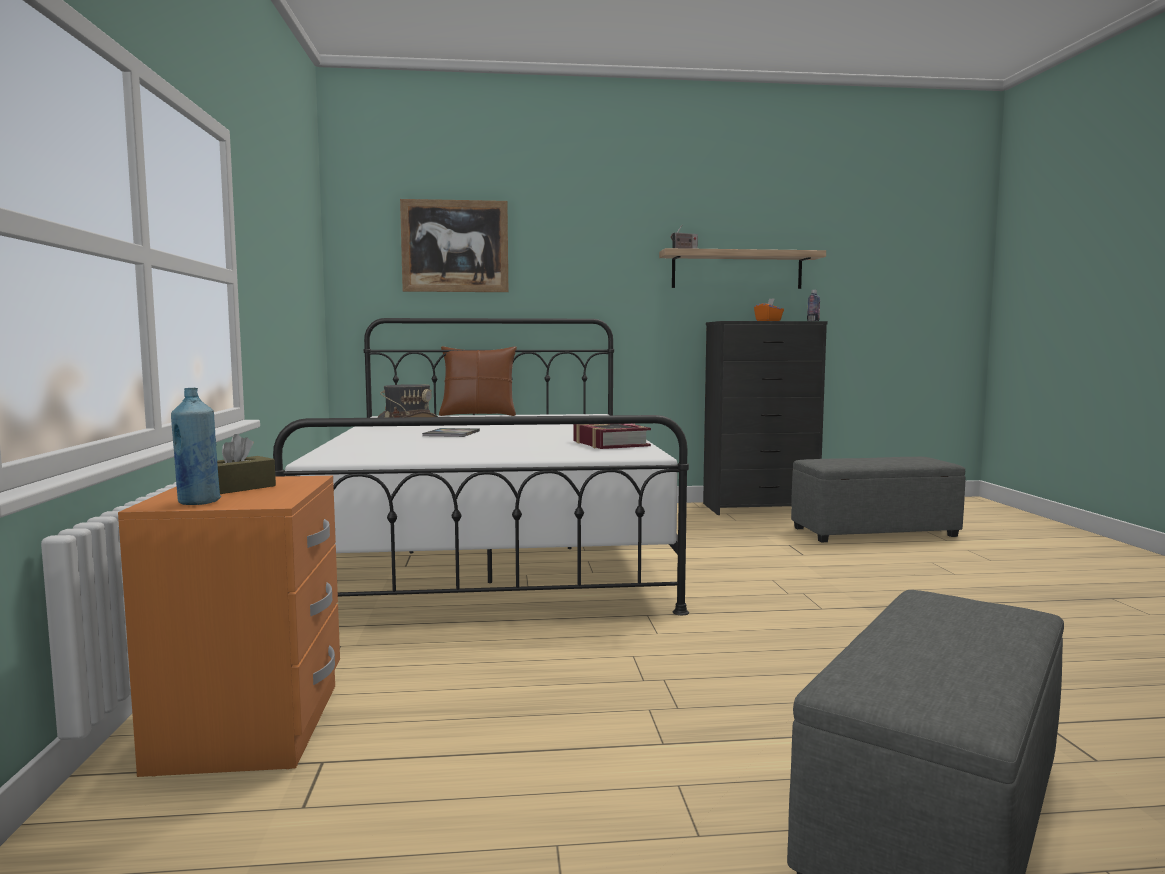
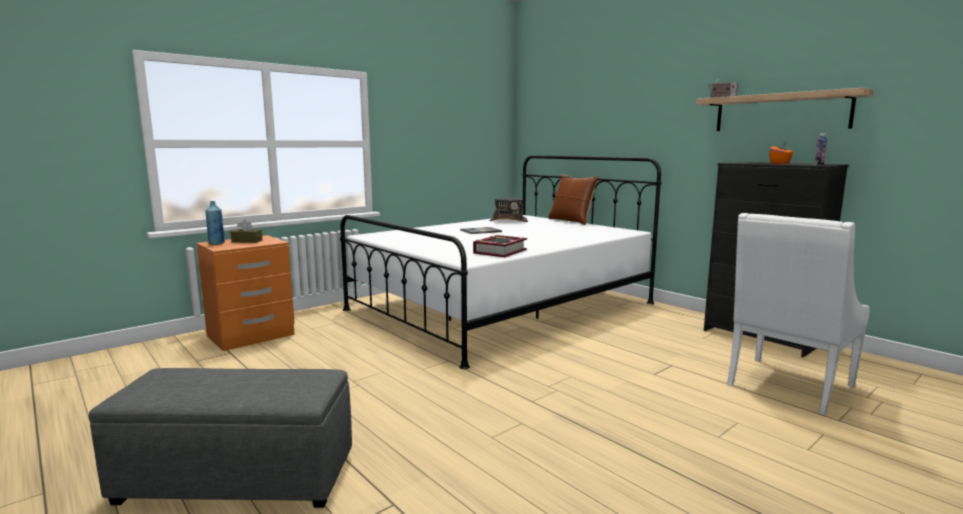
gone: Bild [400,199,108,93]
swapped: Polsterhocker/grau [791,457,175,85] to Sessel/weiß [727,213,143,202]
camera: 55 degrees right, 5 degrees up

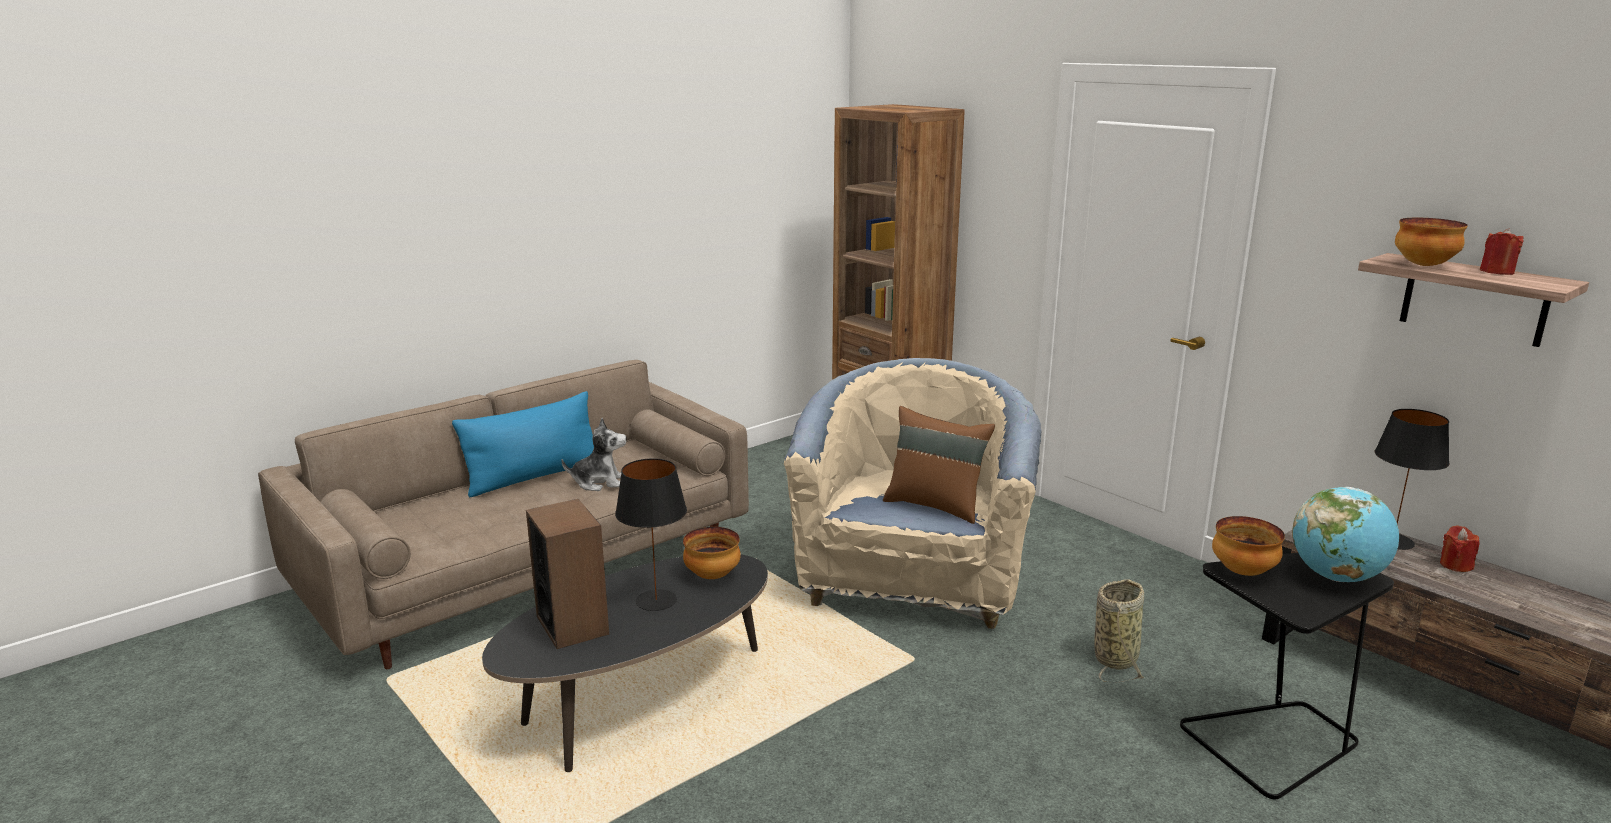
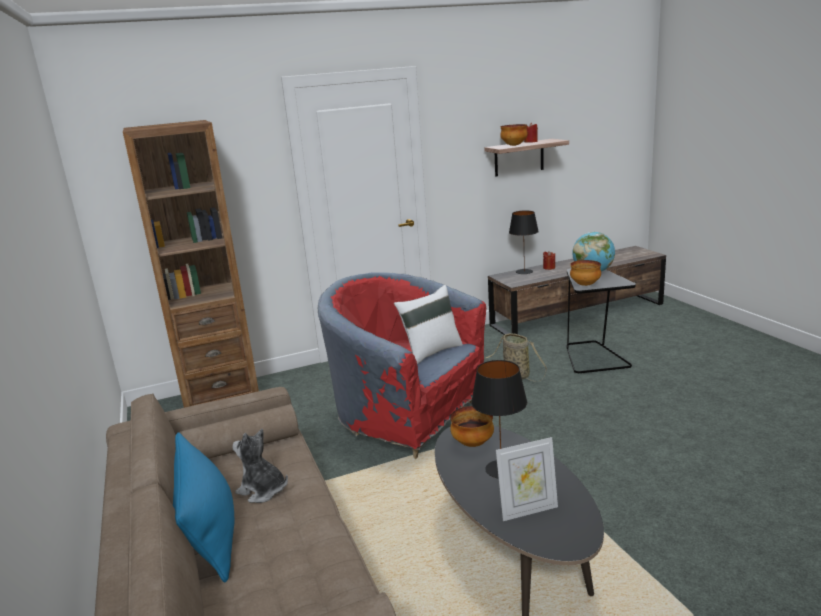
swapped: Lautsprecher [526,499,83,150] to Bilderrahmen [496,437,62,84]
repainted: Sessel/beige [784,358,258,271] to Sessel/rot [318,272,168,187]; Kissen/braun [883,406,112,118] to Kissen/weiß [394,285,69,80]
rotated: Plüschtier [561,418,66,73] = [232,429,56,74] 75 degrees counterclockwise
camera: 70 degrees left, 0 degrees up

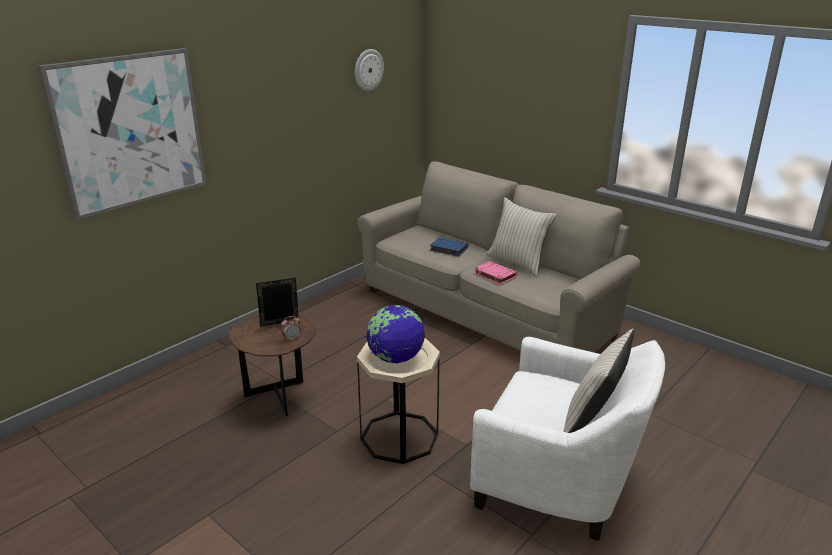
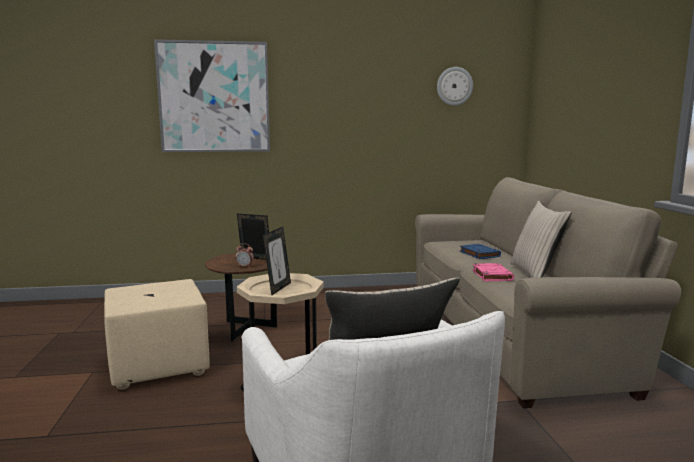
new: Polsterhocker/beige [104,279,106,111]
swapped: Globus [367,305,58,58] to Bilderrahmen [263,227,28,68]
camera: 40 degrees right, 15 degrees down

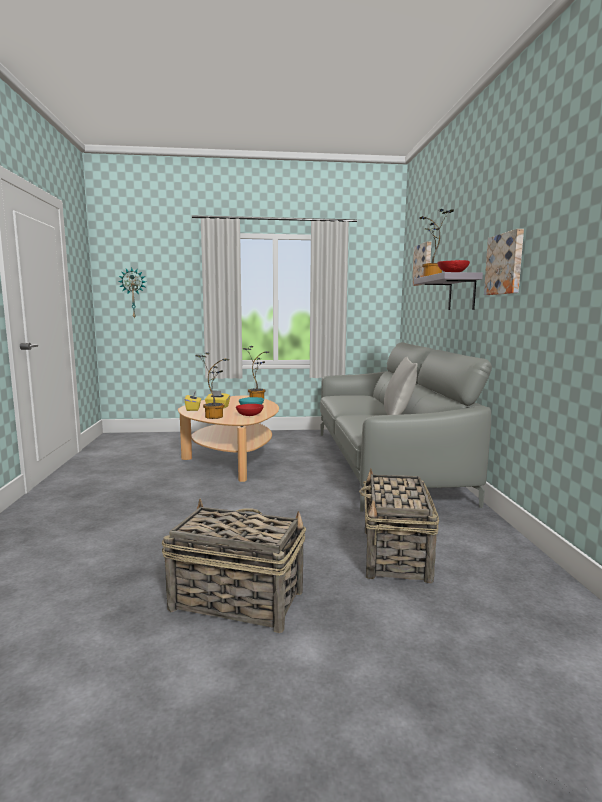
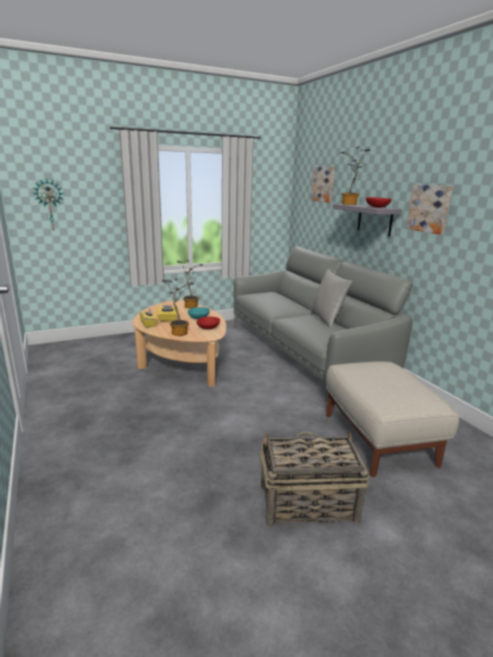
swapped: Korb [359,469,80,114] to Polsterhocker/beige [326,361,134,116]
camera: 20 degrees left, 10 degrees up

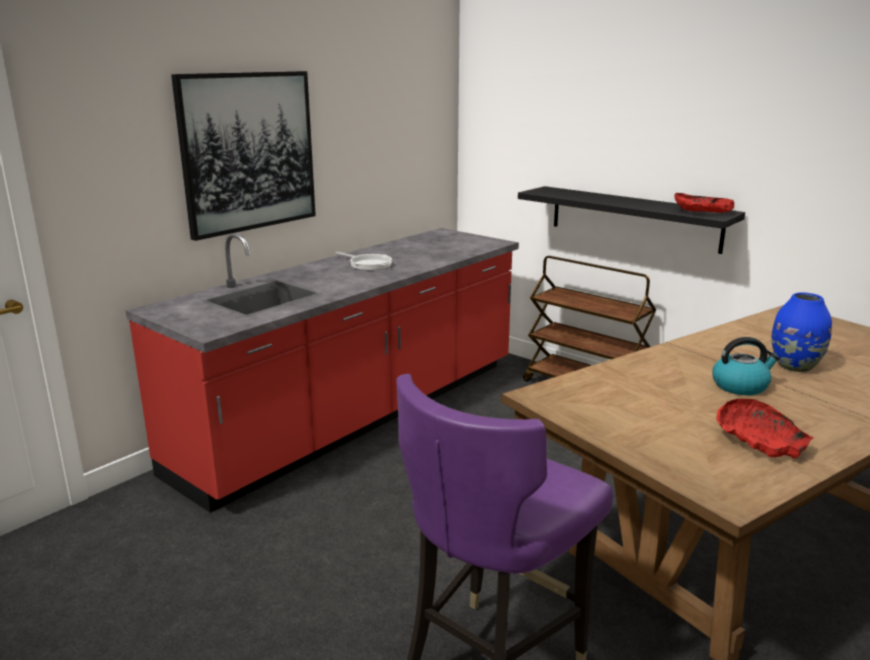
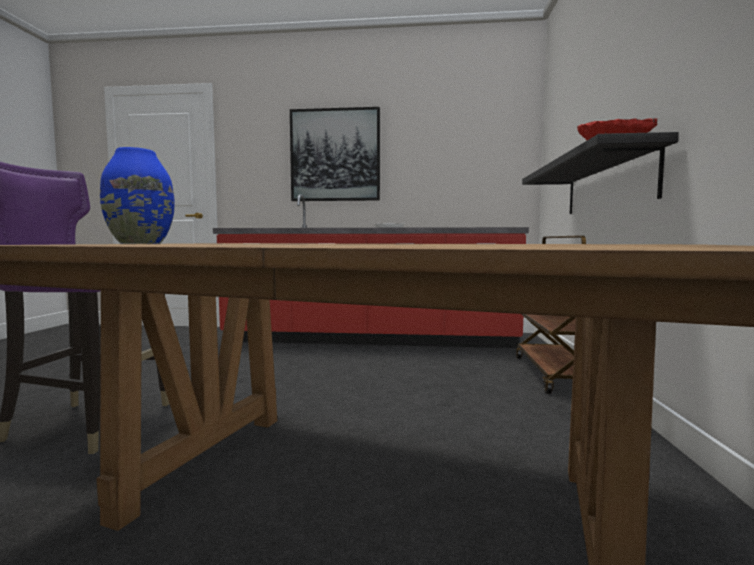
gone: Wasserkessel [712,337,68,58]; Schüssel/rot [716,399,98,59]
shifted: Vase/blau [772,292,60,80] to [100,147,75,97]
camera: 55 degrees right, 15 degrees down

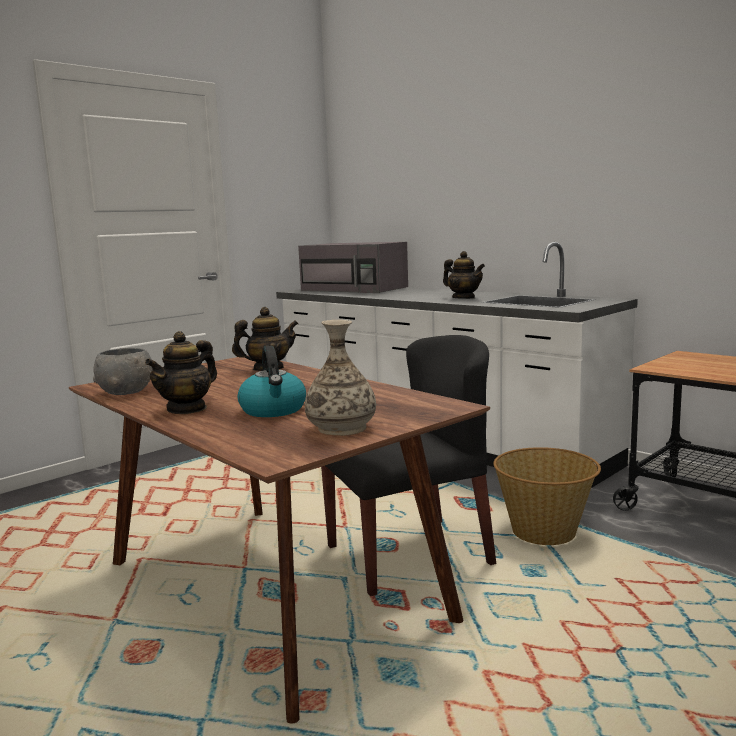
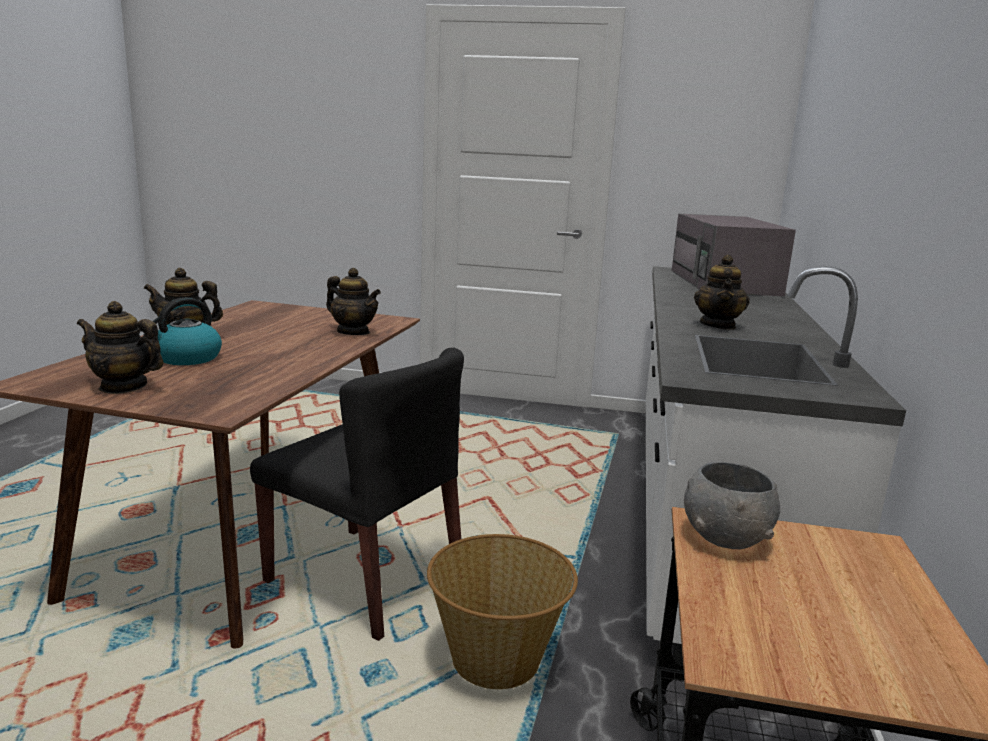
shifted: Schüssel/grau [93,348,60,47] to [684,462,96,87]
swapped: Vase [305,320,71,116] to Teekanne [77,301,86,93]
camera: 55 degrees right, 5 degrees up

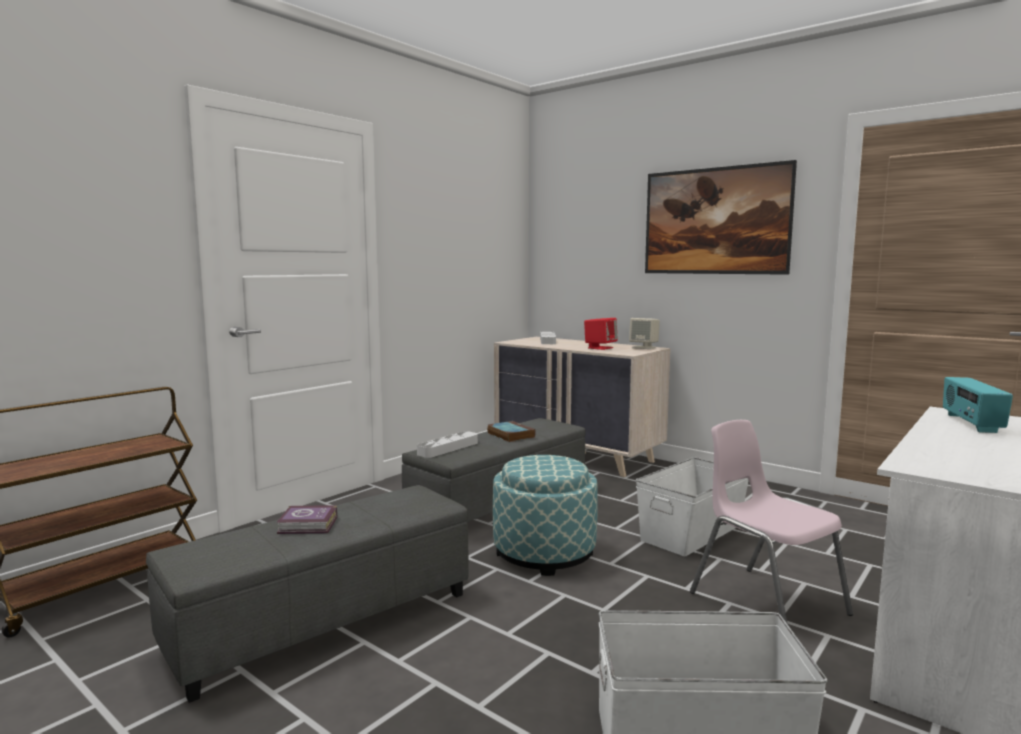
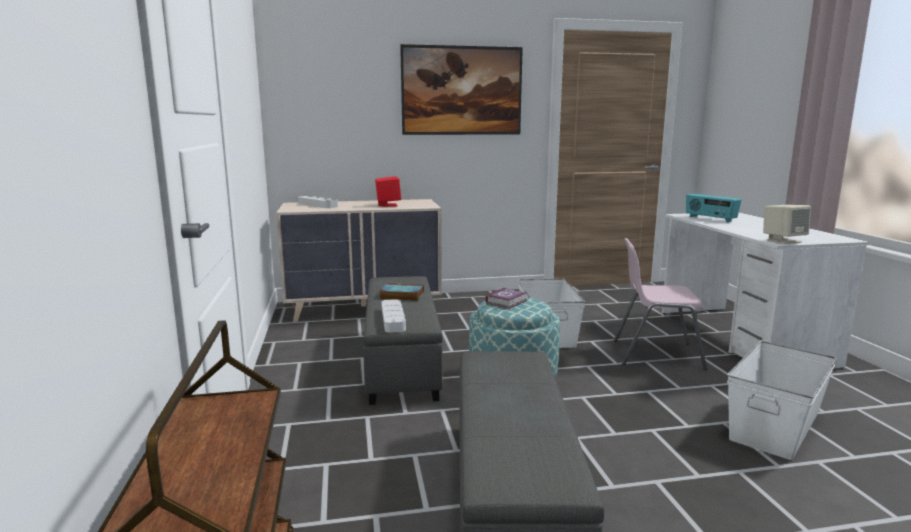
shifted: Buch [276,505,61,29] to [485,288,42,21]; Lautsprecher/beige [629,318,31,31] to [763,205,48,39]
camera: 50 degrees left, 5 degrees up

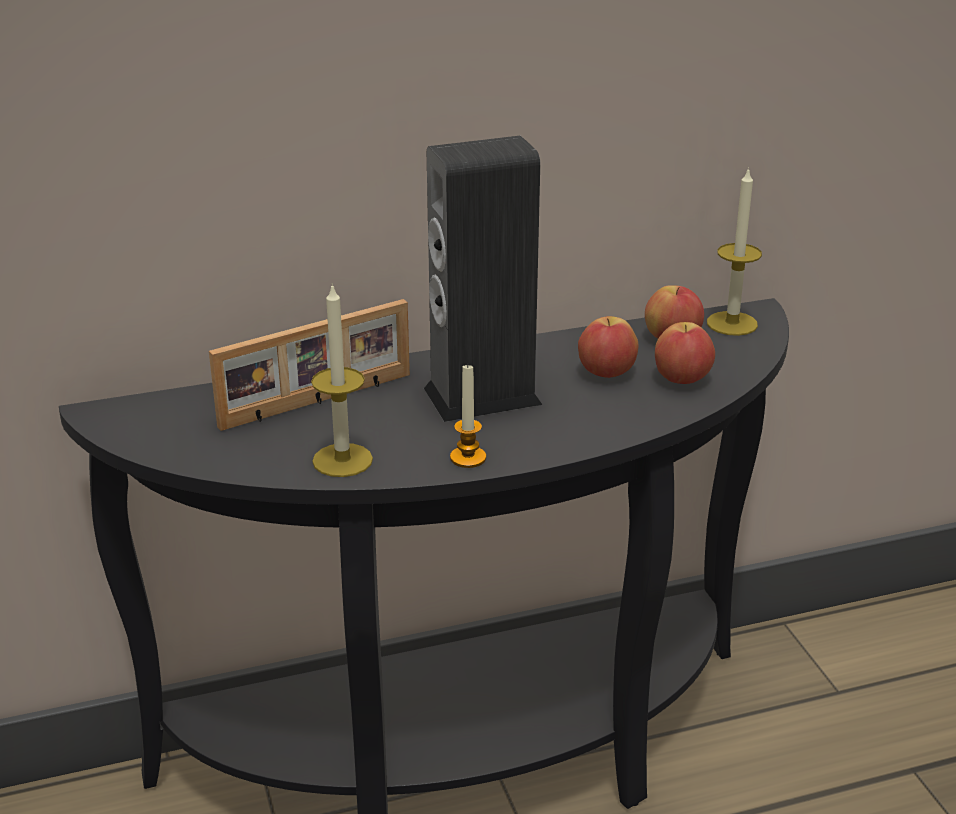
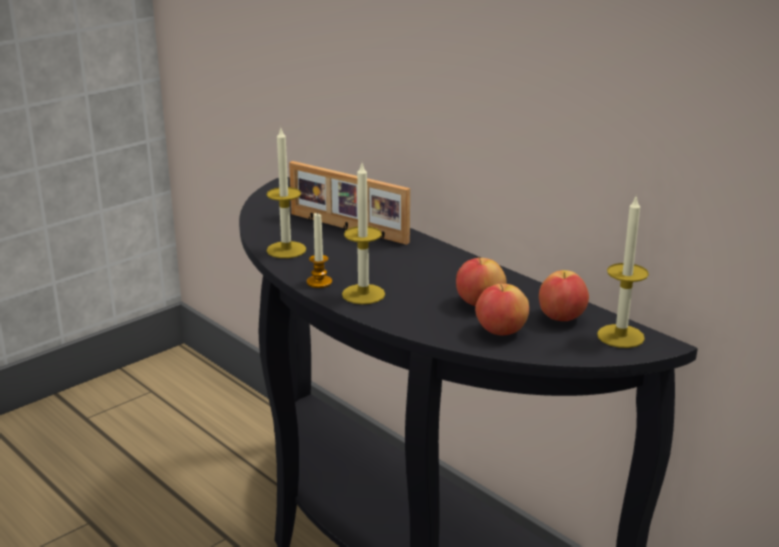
gone: Lautsprecher [424,136,118,286]
new: Kerze [342,163,43,141]
camera: 65 degrees right, 5 degrees down

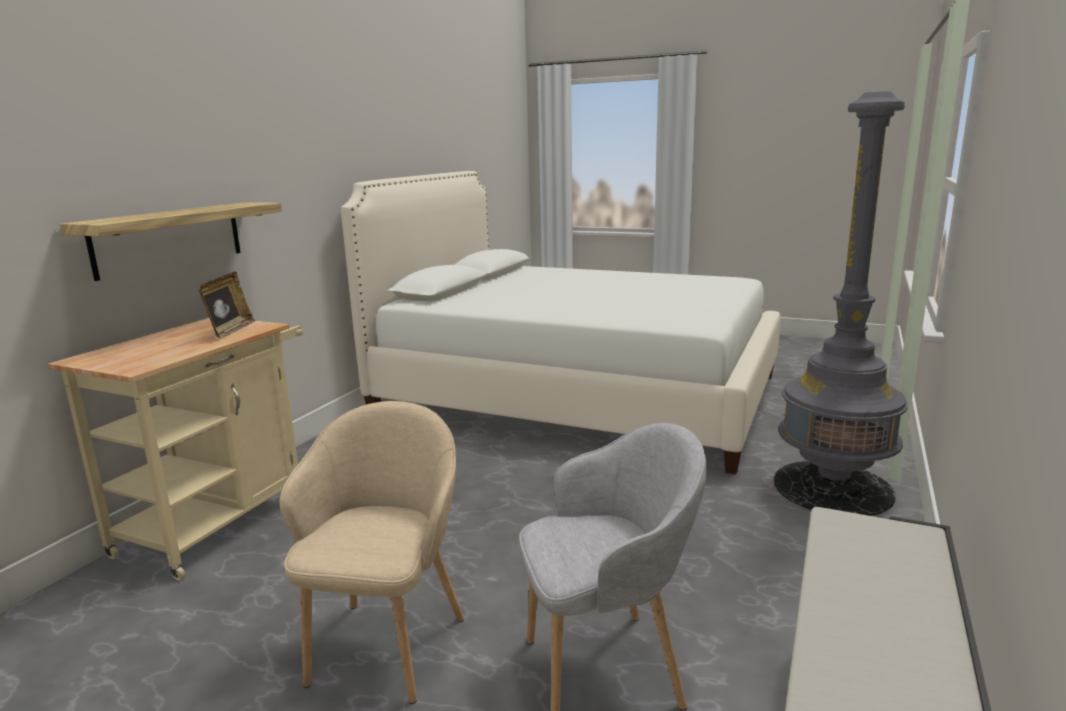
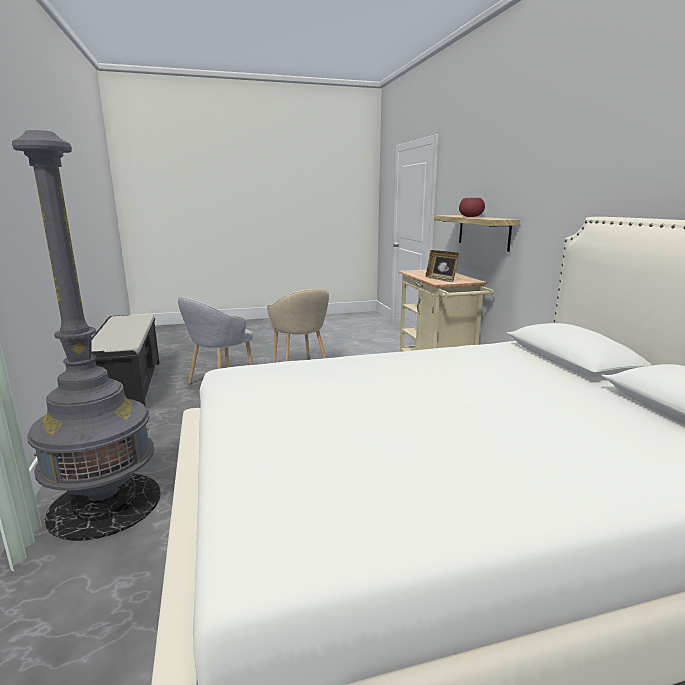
new: Schüssel/rot [459,198,26,19]
camera: 140 degrees right, 0 degrees up

